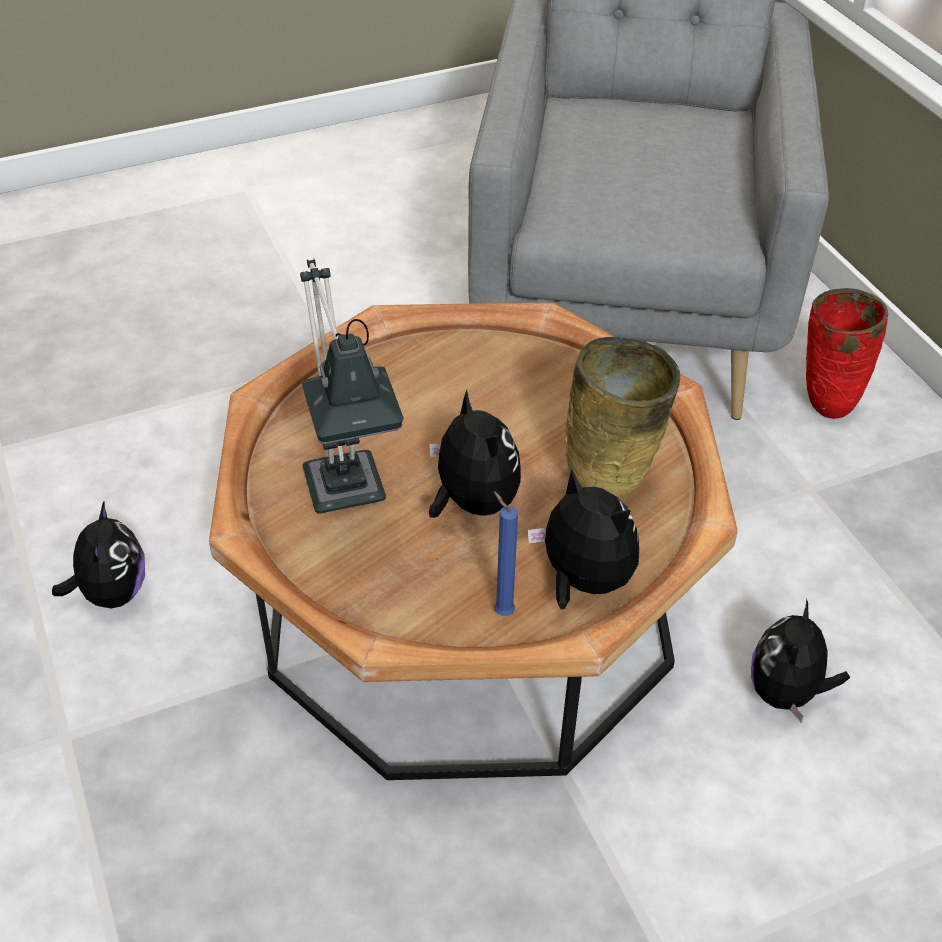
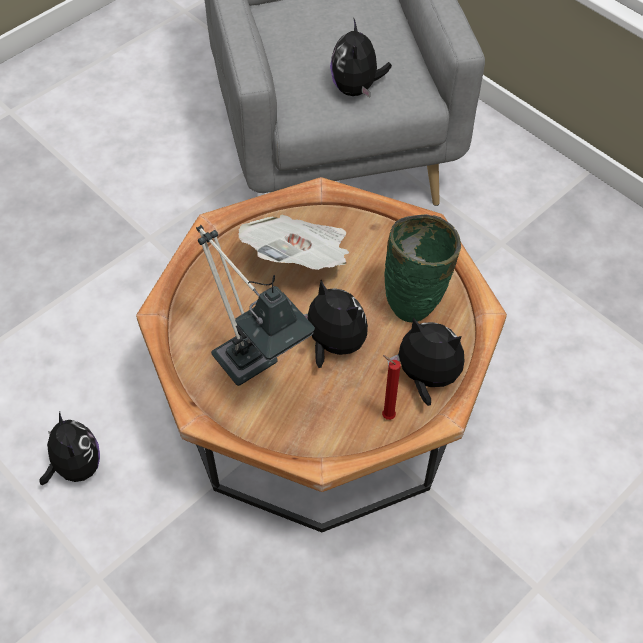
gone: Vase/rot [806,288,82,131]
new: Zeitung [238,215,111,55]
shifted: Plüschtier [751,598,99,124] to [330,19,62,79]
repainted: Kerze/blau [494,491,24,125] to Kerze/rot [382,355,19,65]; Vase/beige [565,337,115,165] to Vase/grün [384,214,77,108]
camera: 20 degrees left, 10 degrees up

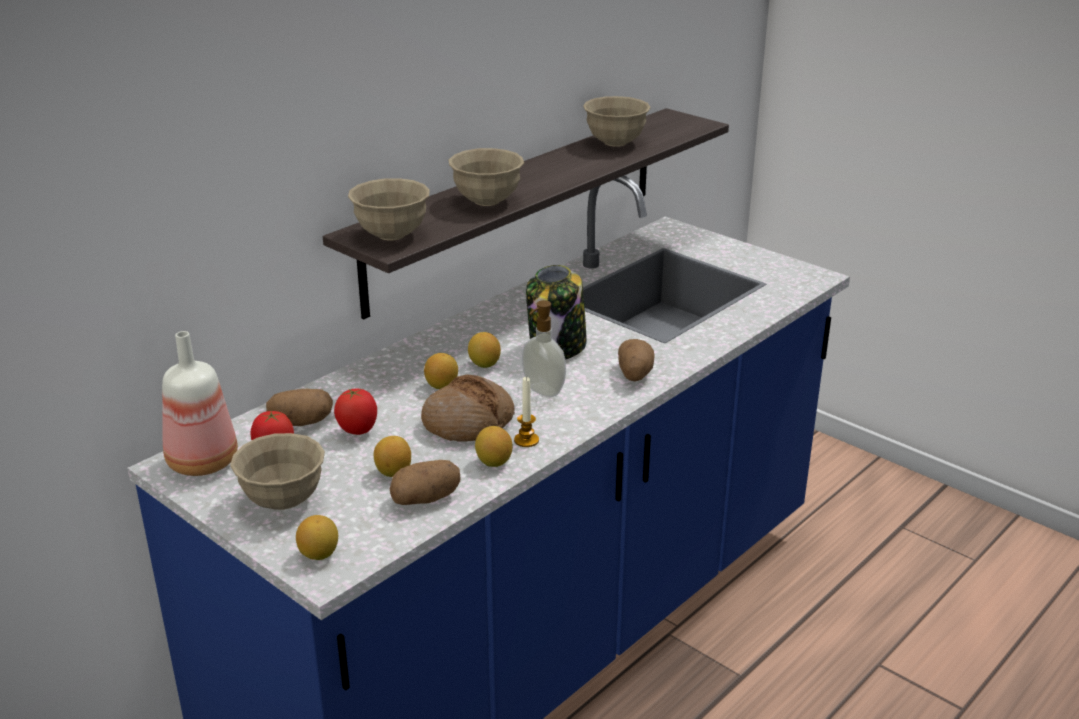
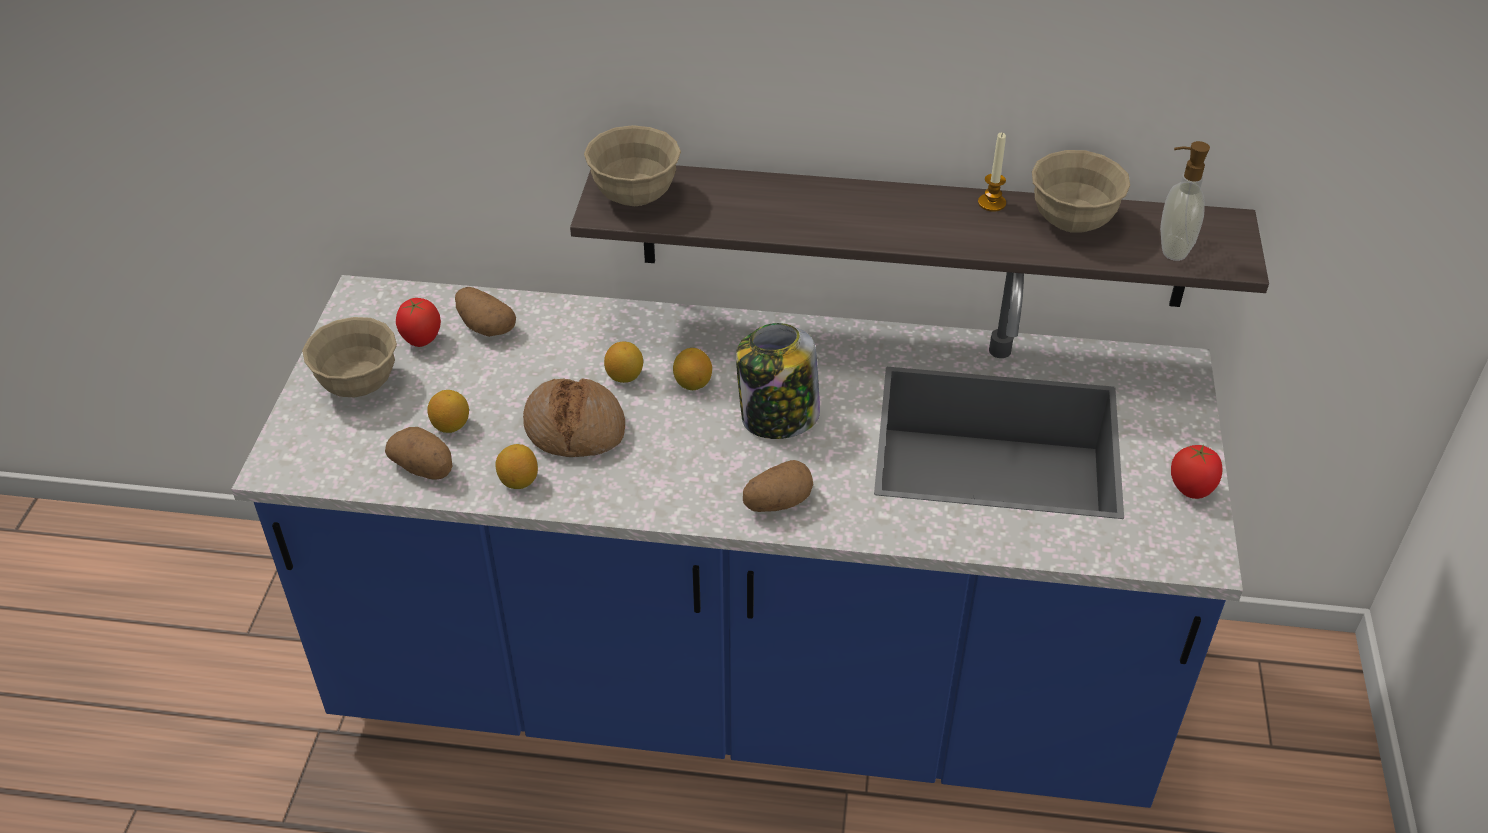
gone: Flasche [162,331,76,145]; Zitrone [296,515,42,45]; Schüssel/beige [449,148,75,58]
shifted: Tomate [334,388,43,47] to [1171,444,51,55]; Kerze [514,376,25,71] to [978,133,28,79]; Seifenspender [522,300,44,97] to [1160,141,50,120]
camera: 55 degrees right, 15 degrees up

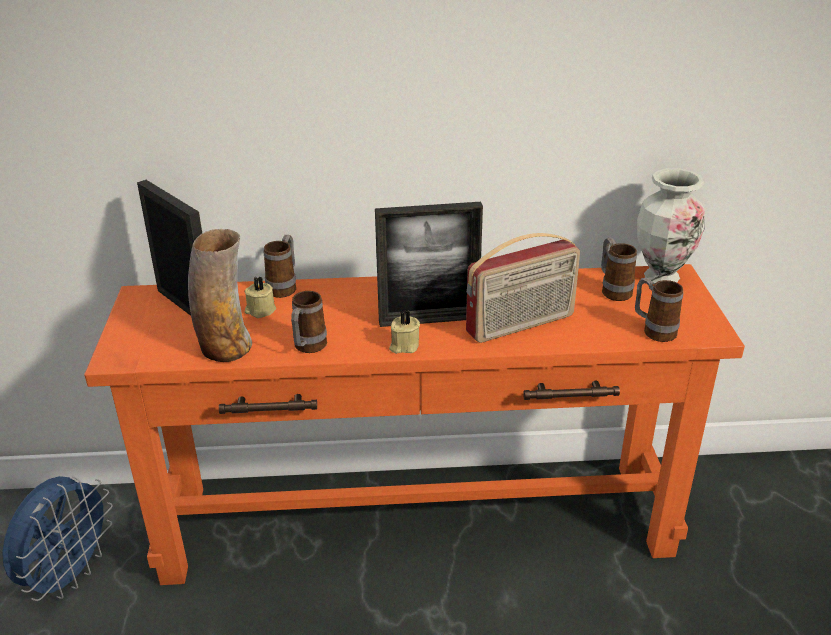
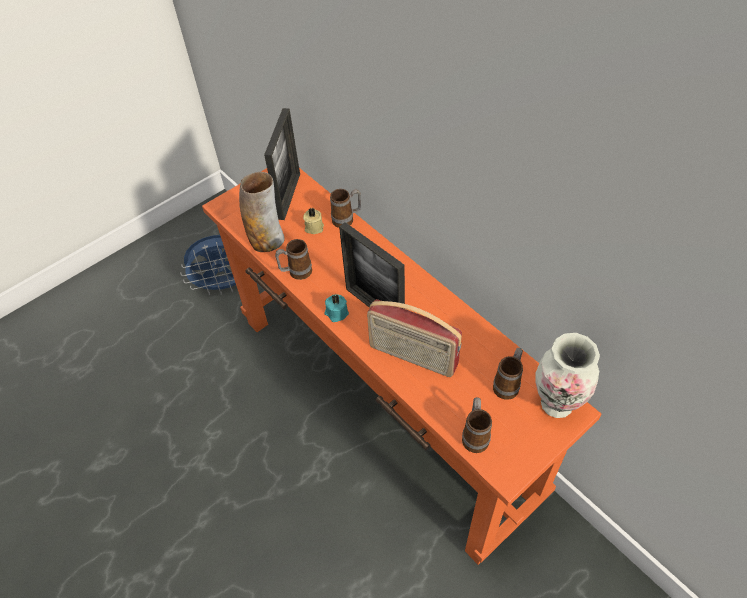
repainted: Kerze/beige [389,310,31,44] to Kerze/türkis [324,294,25,28]
camera: 55 degrees right, 20 degrees up

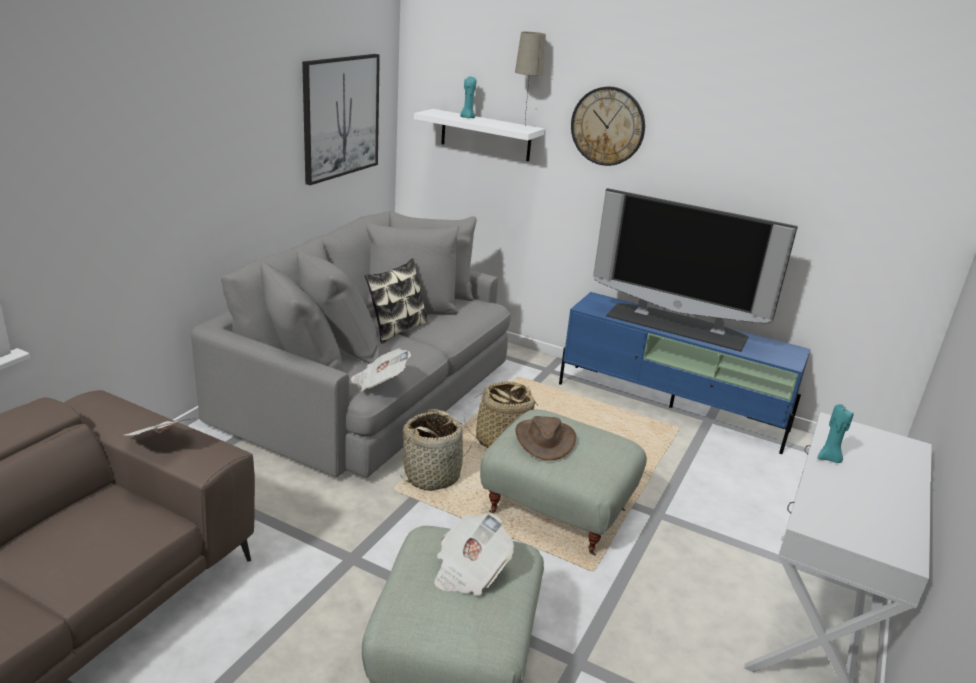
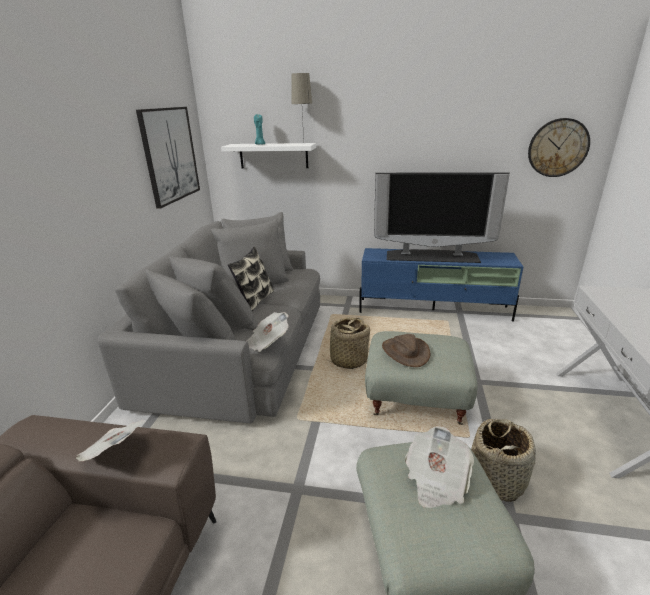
gone: Kerze/türkis [818,404,36,59]
shifted: Korb [401,409,71,82] to [471,419,65,83]; Wanduhr [571,87,74,79] to [528,118,62,59]
camera: 15 degrees left, 0 degrees up

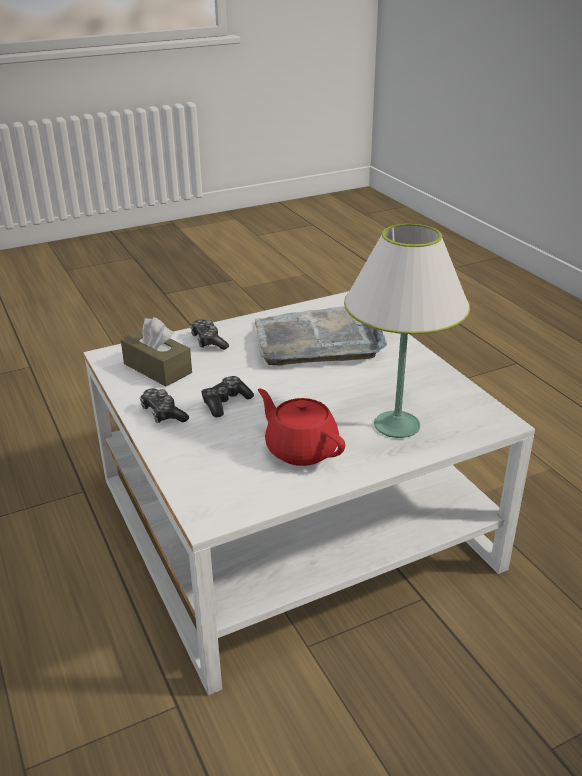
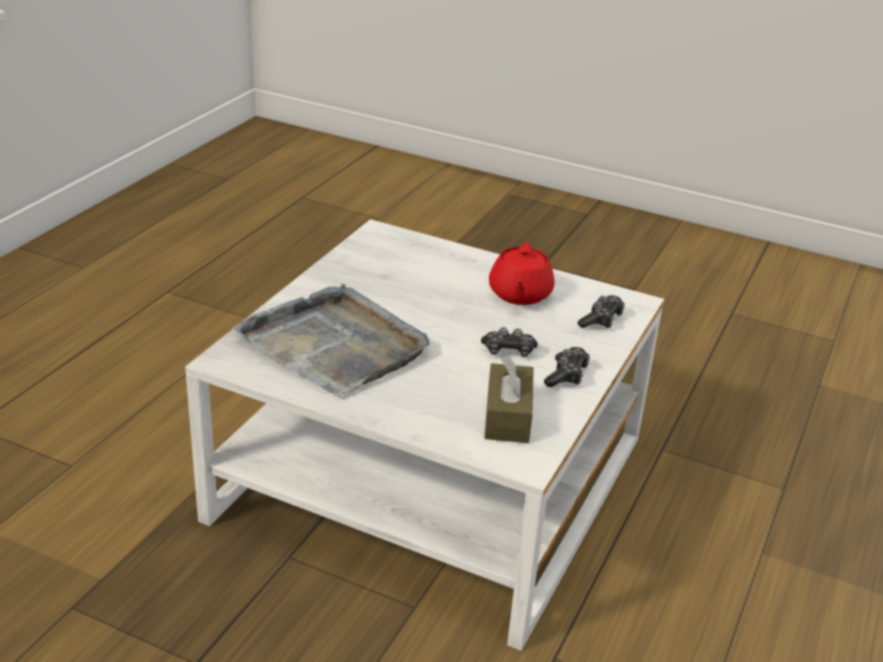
gone: Tischlampe/weiß [344,224,126,214]
shifted: Gamepad [190,320,39,30] to [578,295,47,33]
camera: 130 degrees left, 0 degrees up

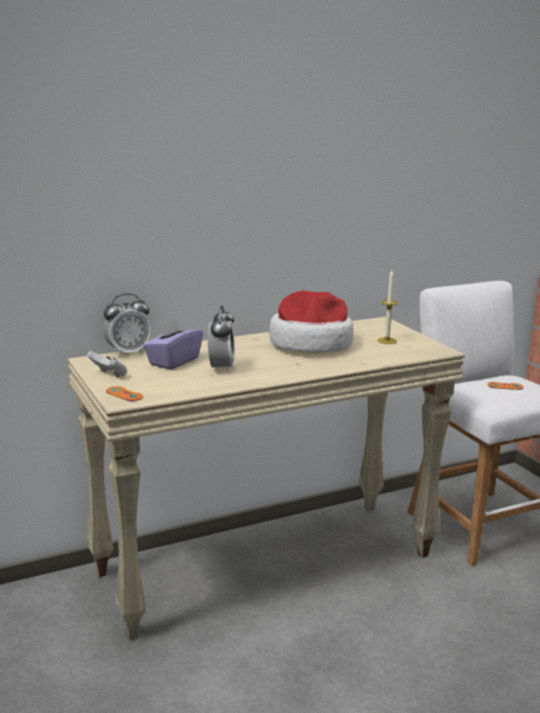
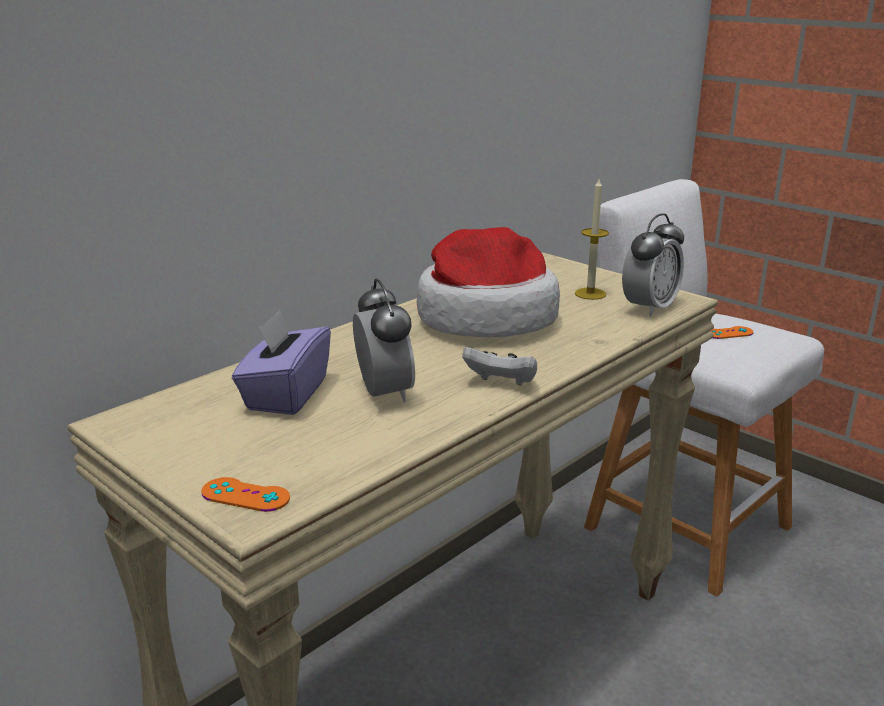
shifted: Gamepad/weiß [87,351,40,26] to [463,347,74,39]; Wecker [103,294,48,63] to [622,213,62,104]
camera: 20 degrees left, 5 degrees up

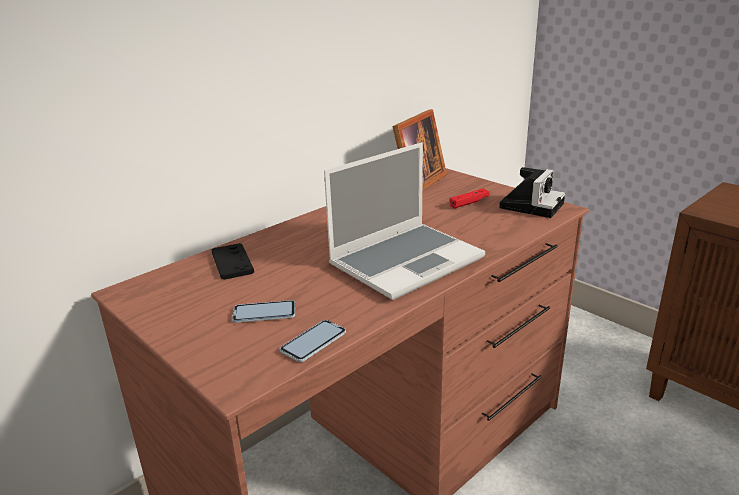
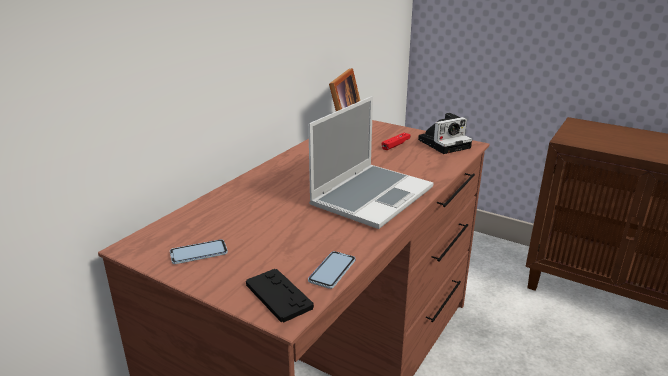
shifted: Gamepad/schwarz [211,243,43,37] to [246,269,68,54]; Handy [232,300,63,23] to [170,239,58,25]
rotated: Kamera [499,167,66,51] = [418,113,54,41] 45 degrees clockwise
camera: 15 degrees left, 0 degrees up

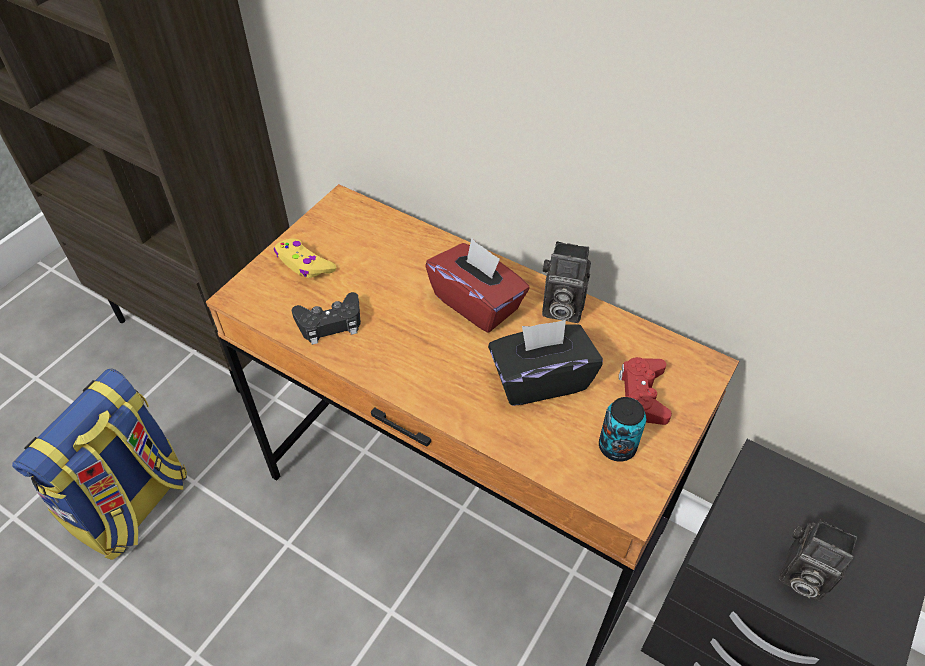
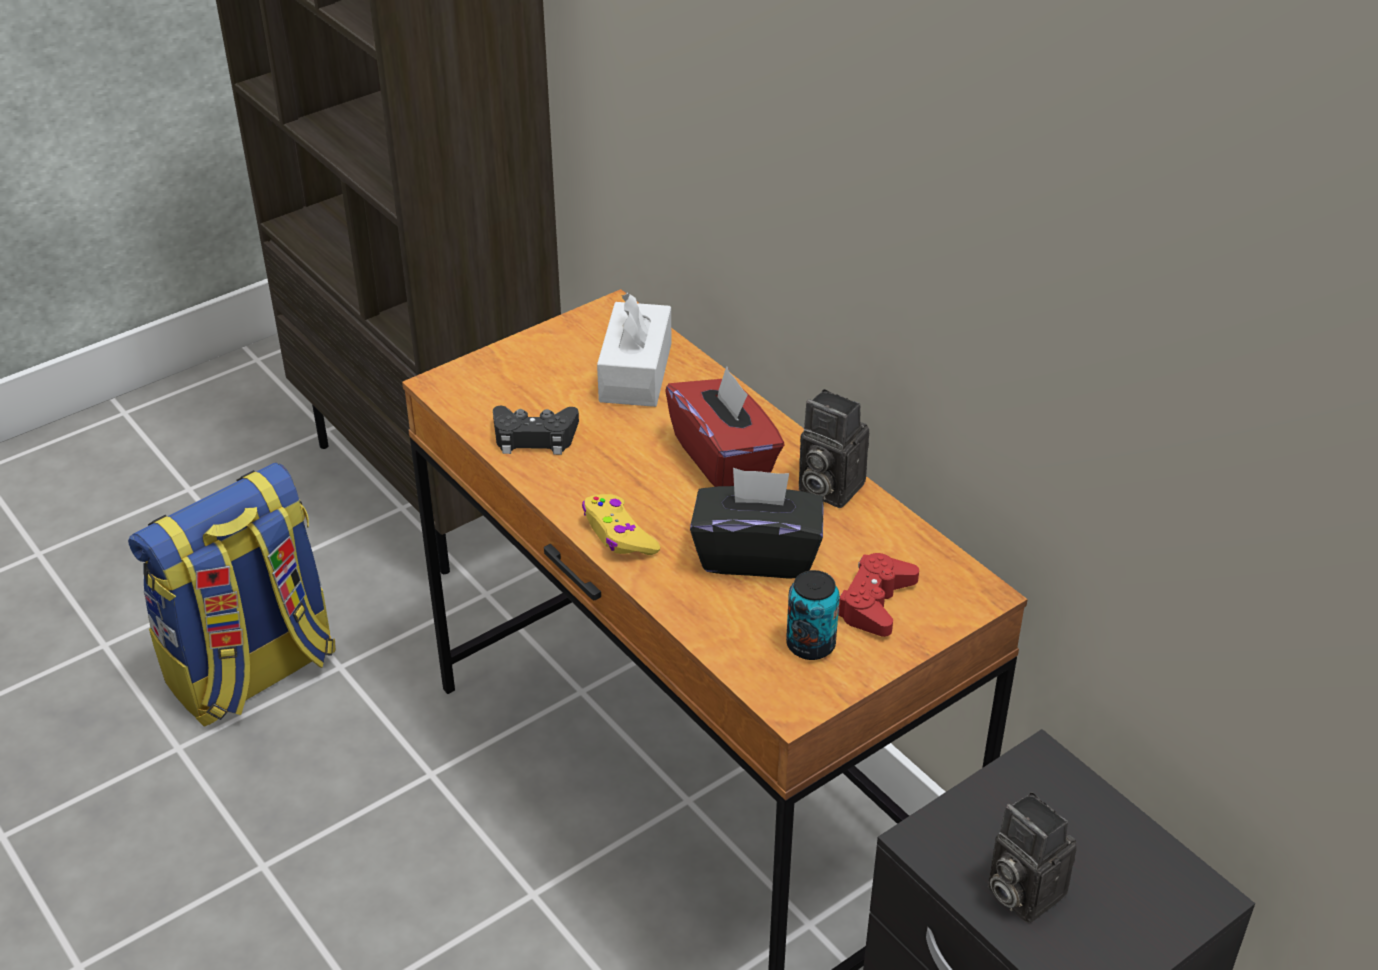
new: Taschentuchbox/weiß [597,293,74,114]
shifted: Gamepad/gelb [274,238,62,40] to [582,494,78,61]
camera: 20 degrees right, 10 degrees down

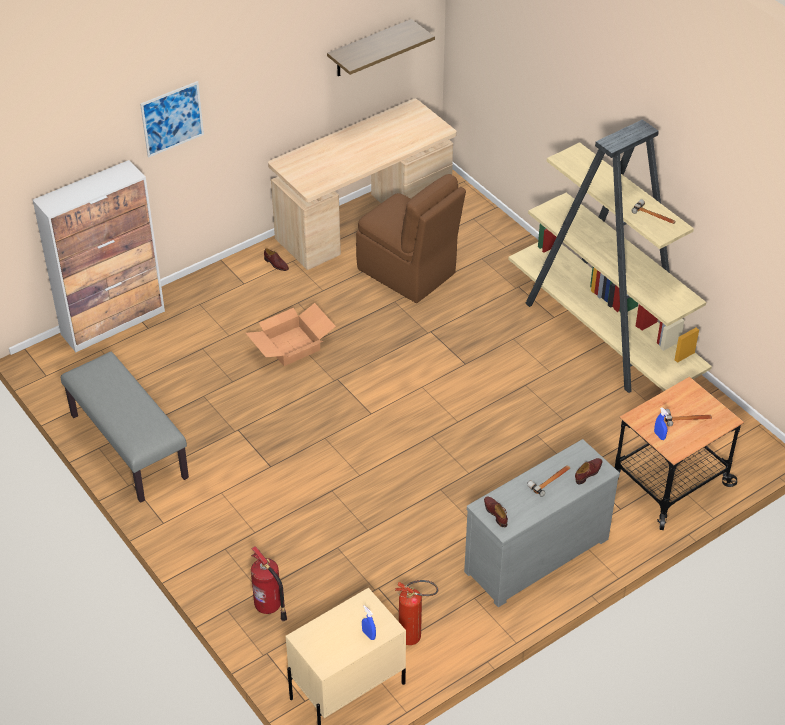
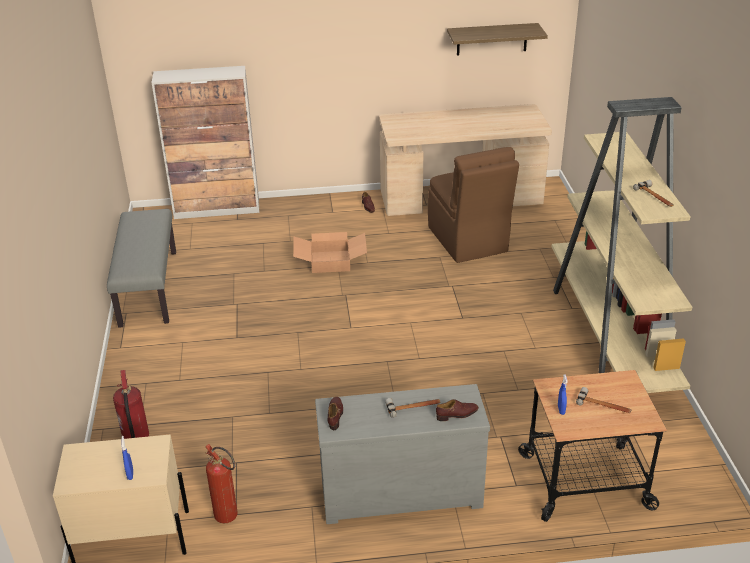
gone: Bild [140,81,64,77]
camera: 30 degrees right, 10 degrees down

